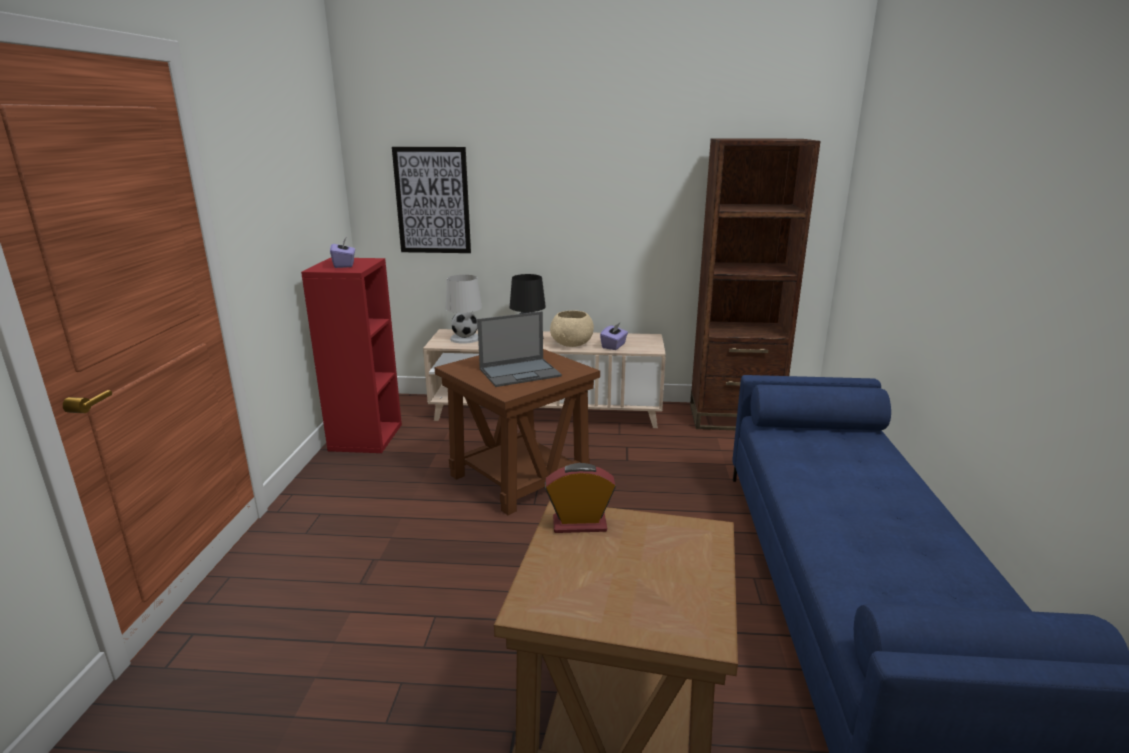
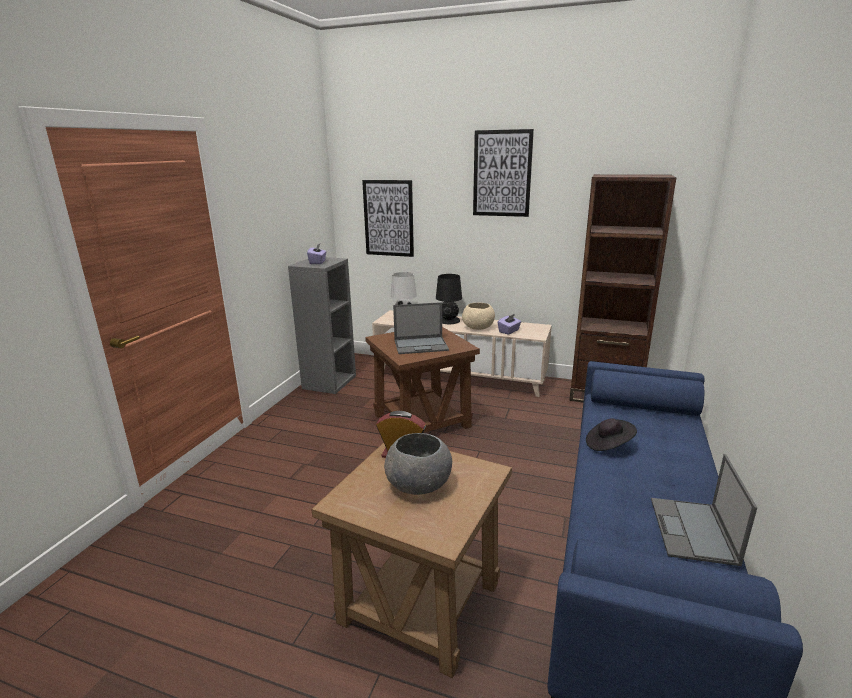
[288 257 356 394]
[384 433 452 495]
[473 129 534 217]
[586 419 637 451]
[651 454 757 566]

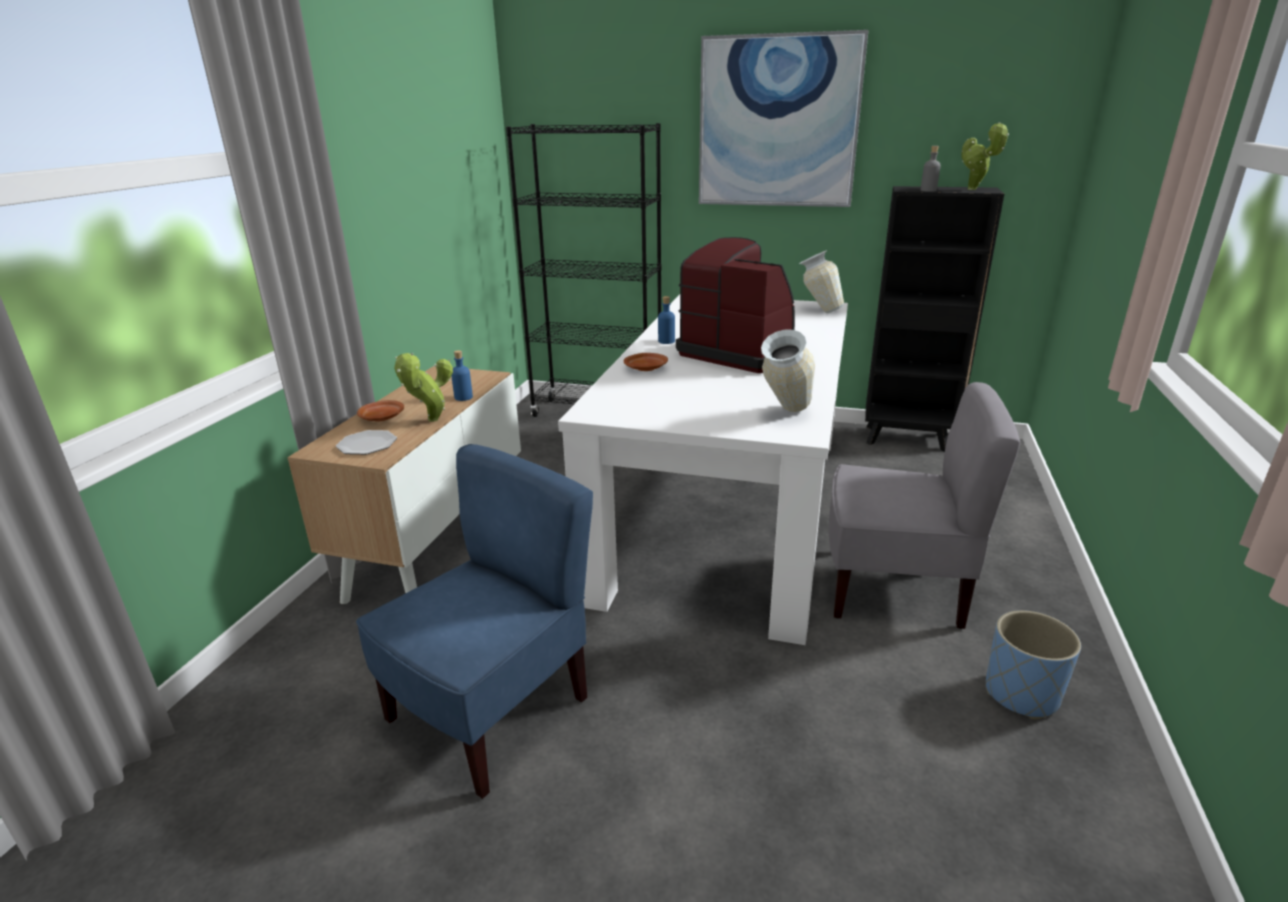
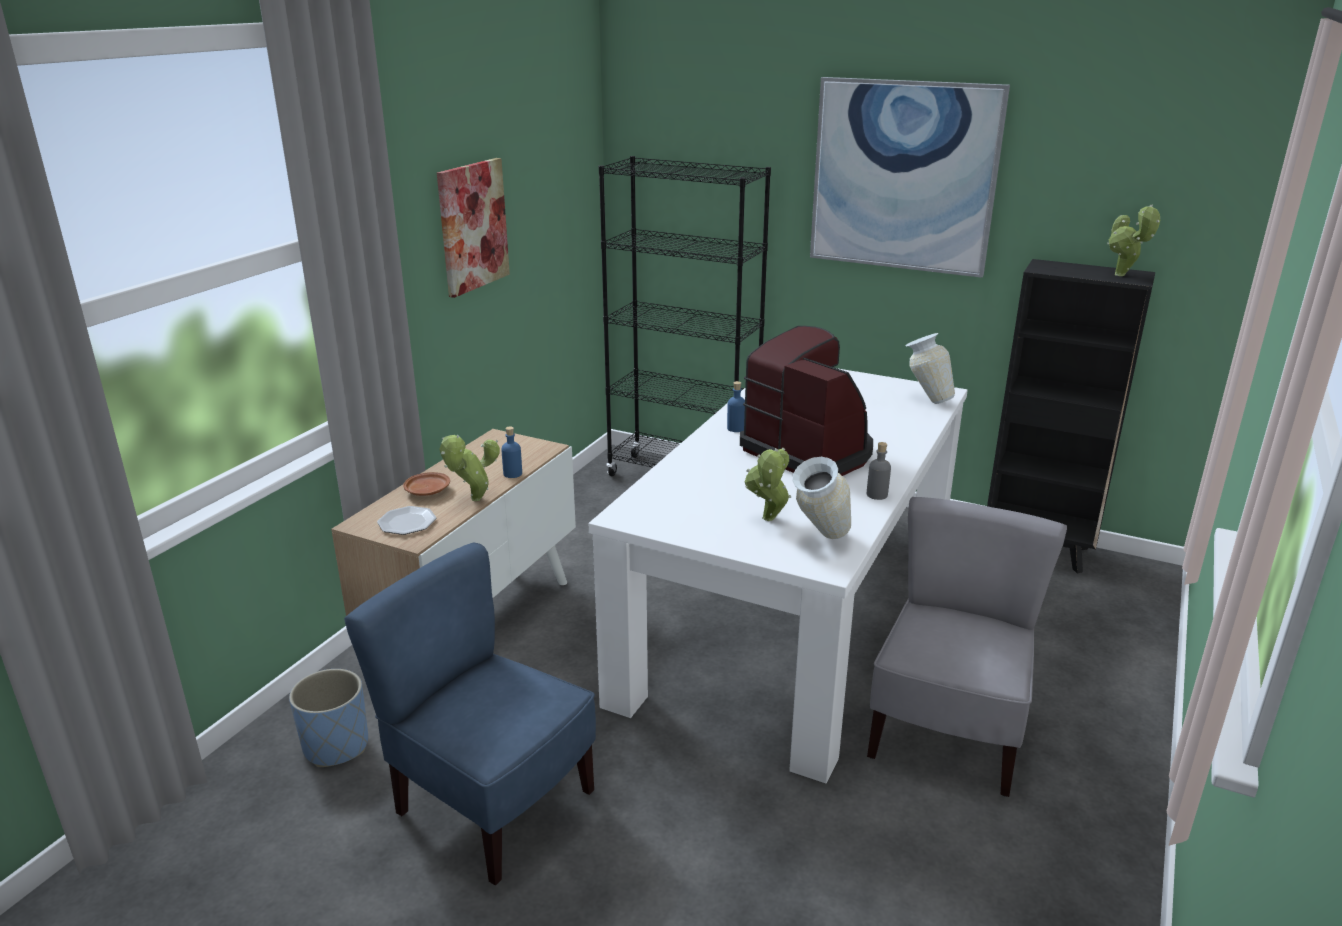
[344 543 596 886]
[624 353 668 371] (first image)
[867 497 1067 797]
[867 442 891 500]
[289 669 368 767]
[437 158 510 298]
[745 448 791 521]

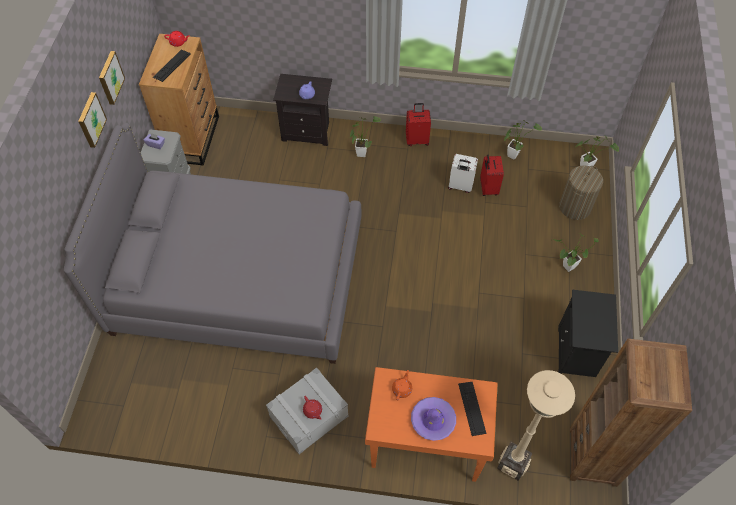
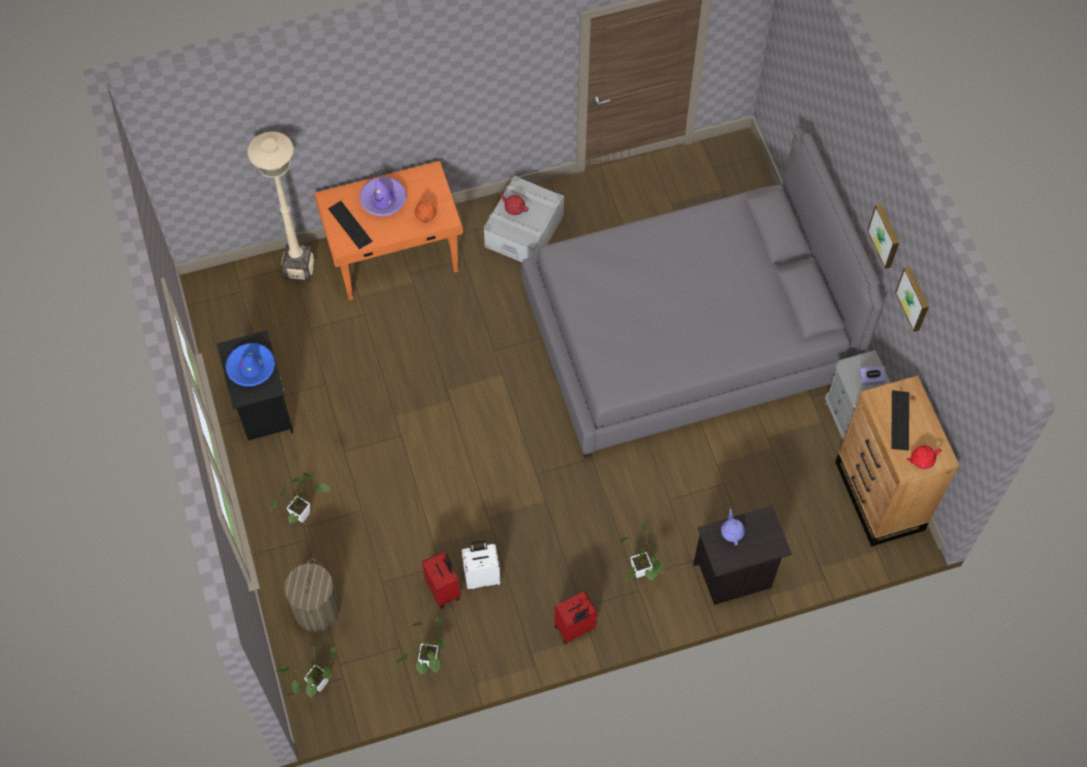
[570 339 692 487] (first image)
[226 343 275 386]

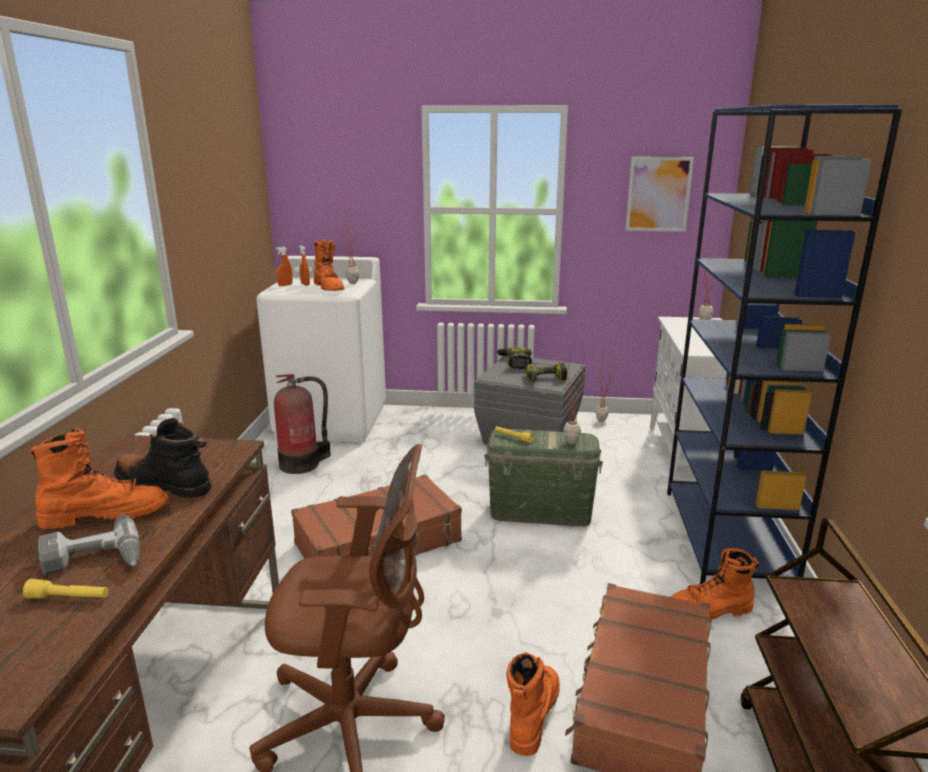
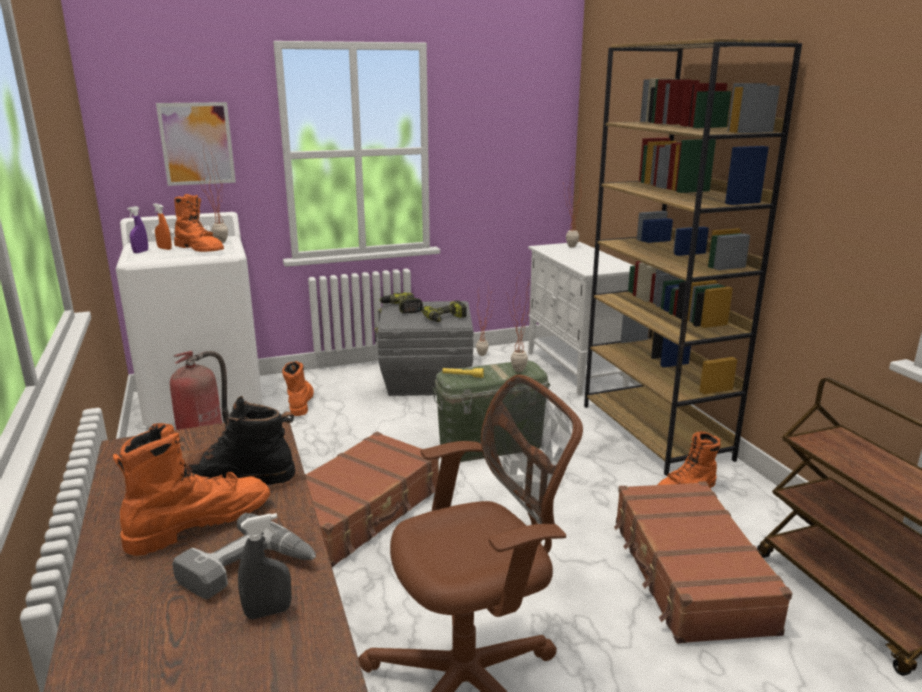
[238 513 291 619]
[127 206 148 253]
[282 361 314 416]
[156 102 236 186]
[584 39 802 476]

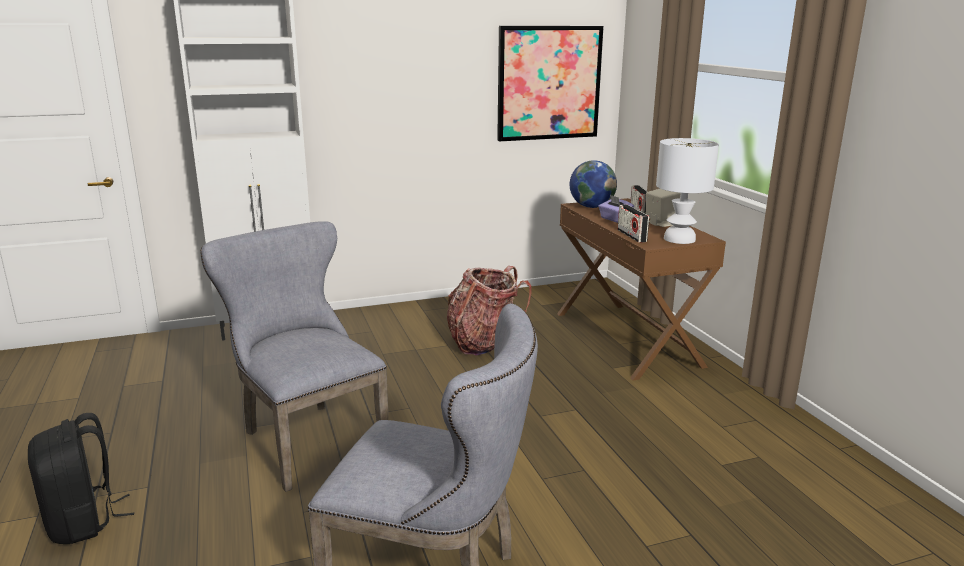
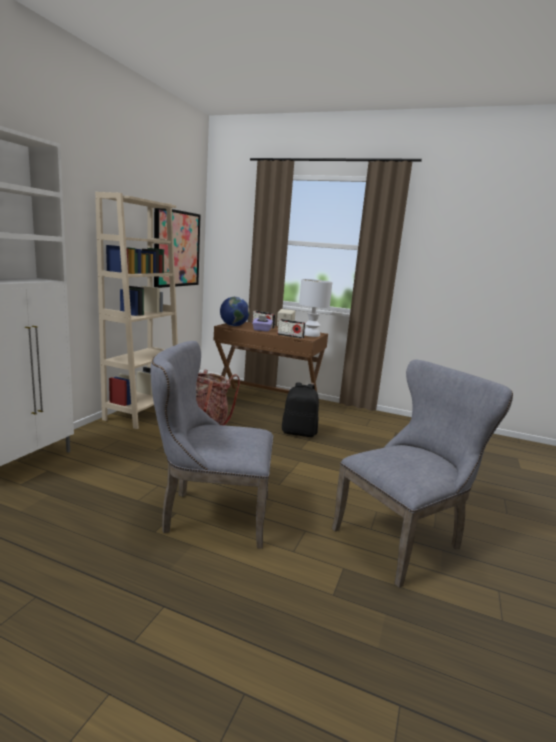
[282 382 319 437]
[95 192 178 429]

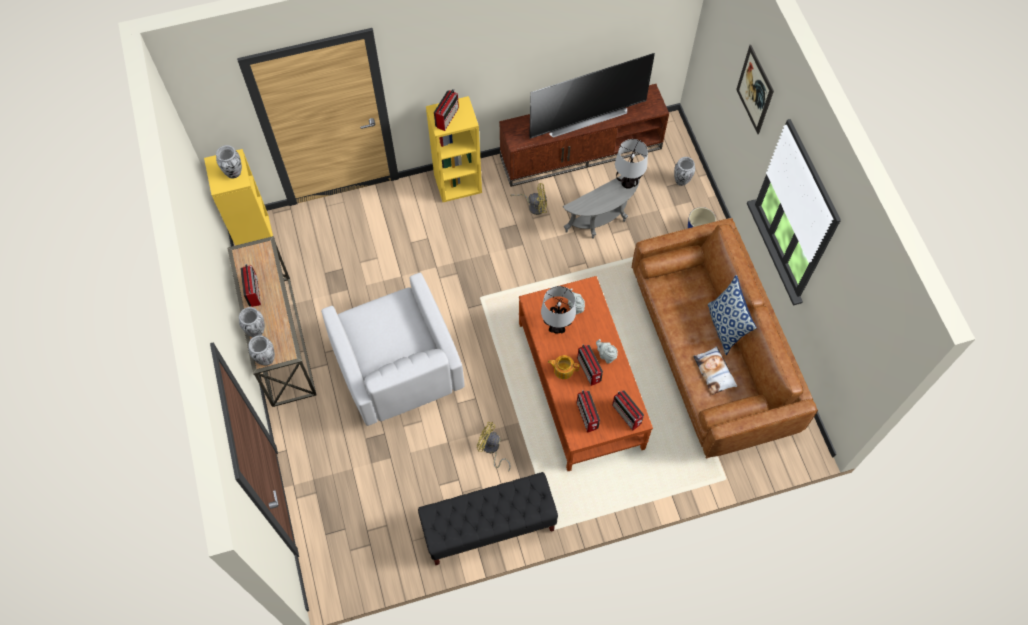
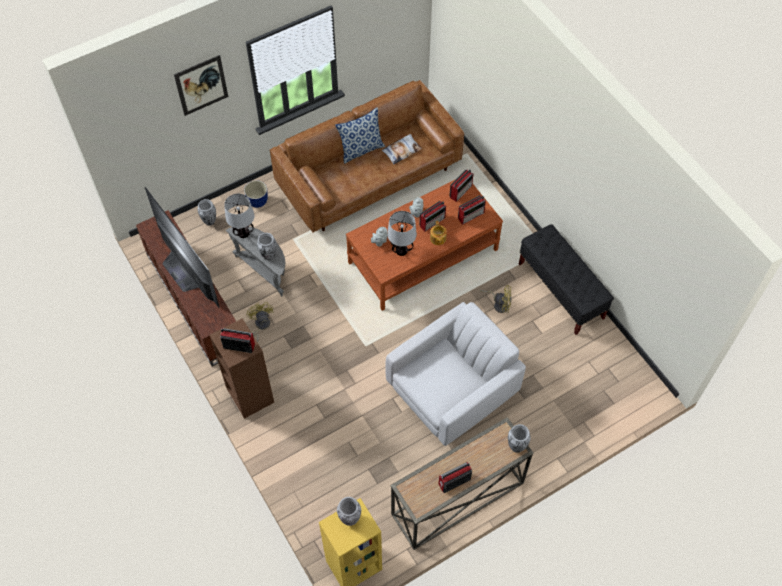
[257 233 277 260]
[210 318 274 419]
[479 285 511 313]

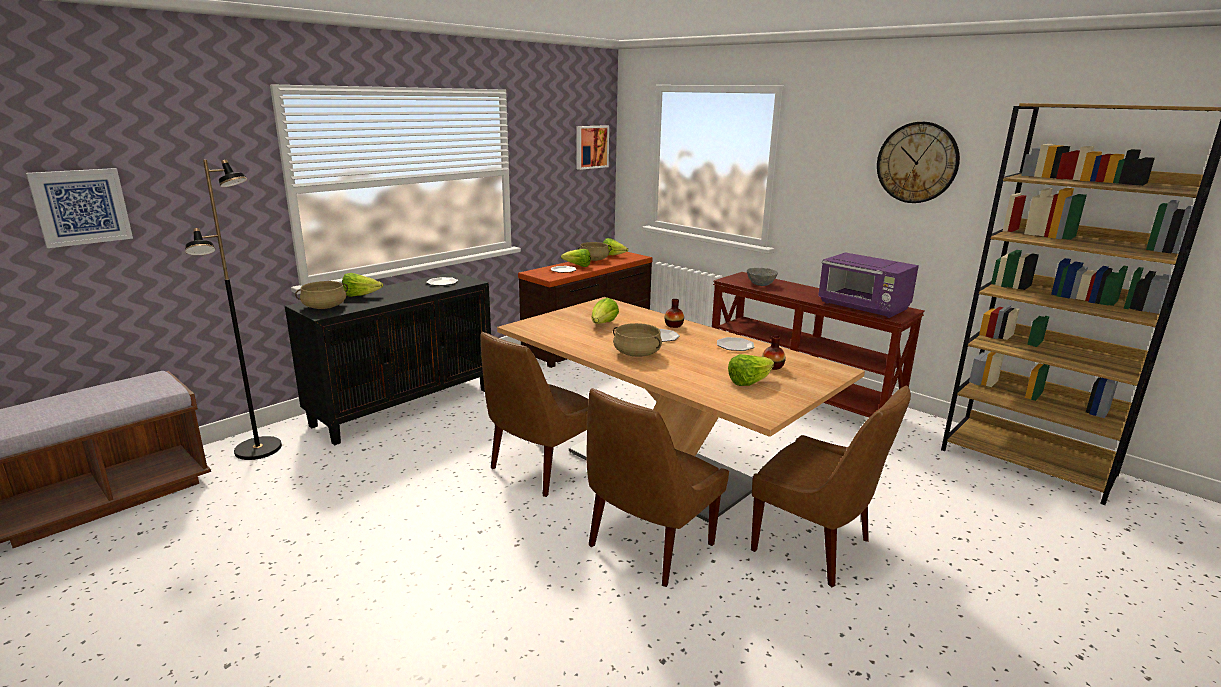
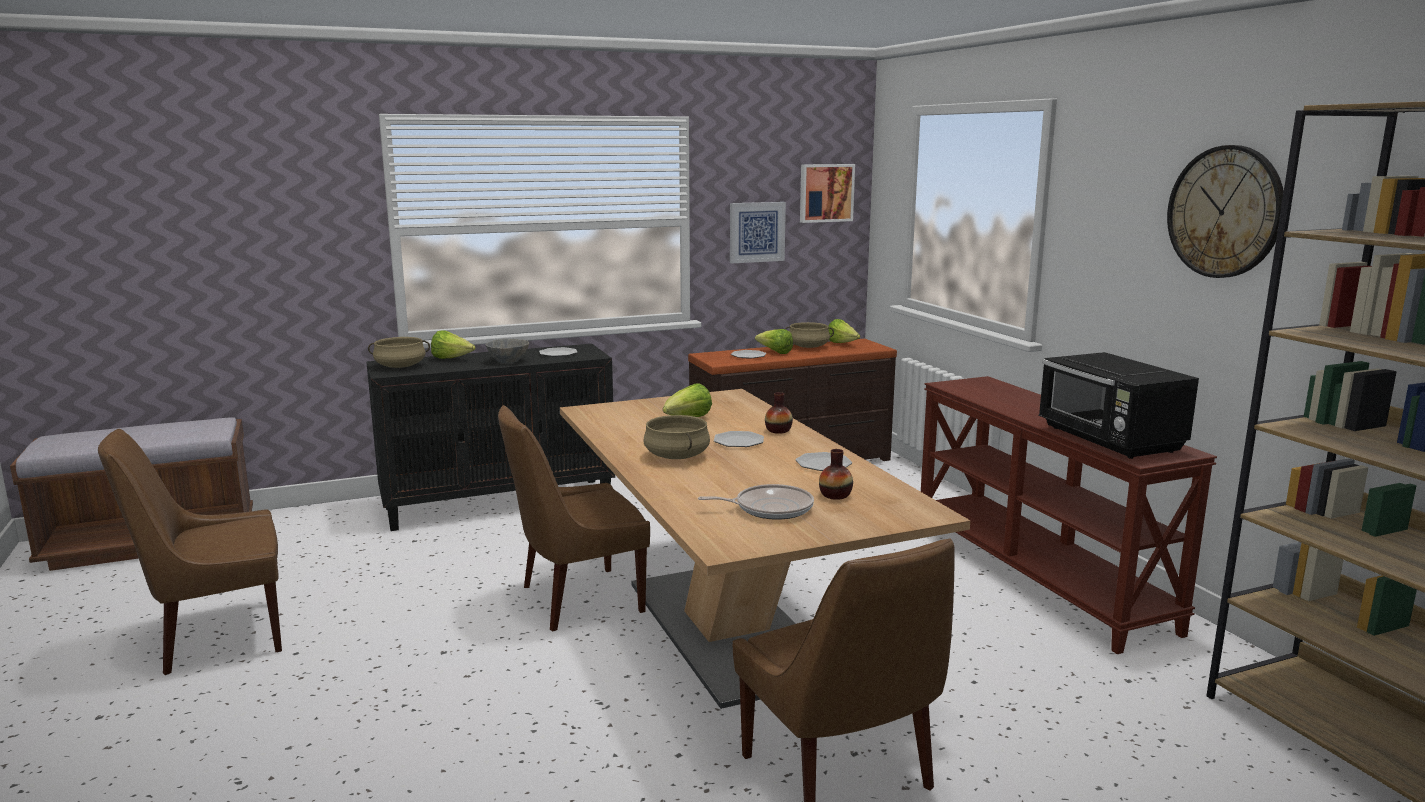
[730 202 786 263]
[185 160 282 460] (first image)
[98 429 282 675]
[698 484 814 519]
[485 339 529 363]
[1038 352 1199 459]

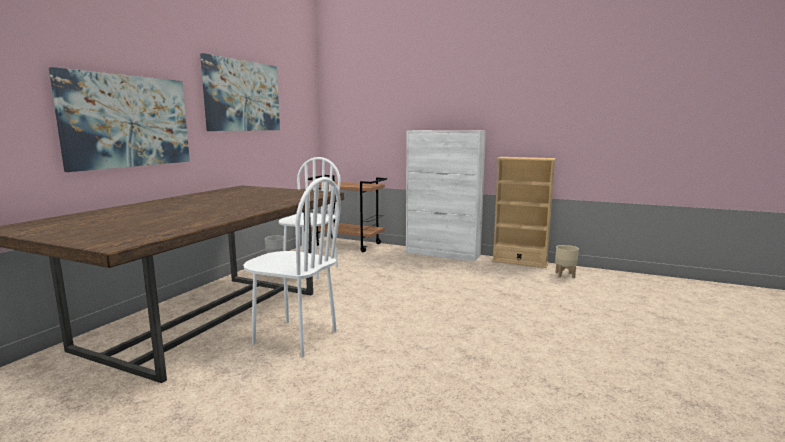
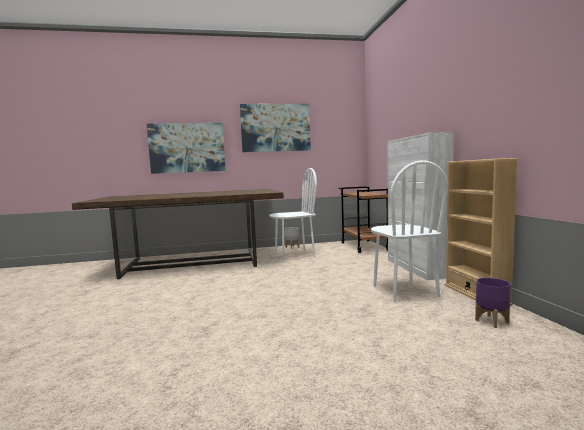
[371 160 448 302]
[475 278 511 328]

